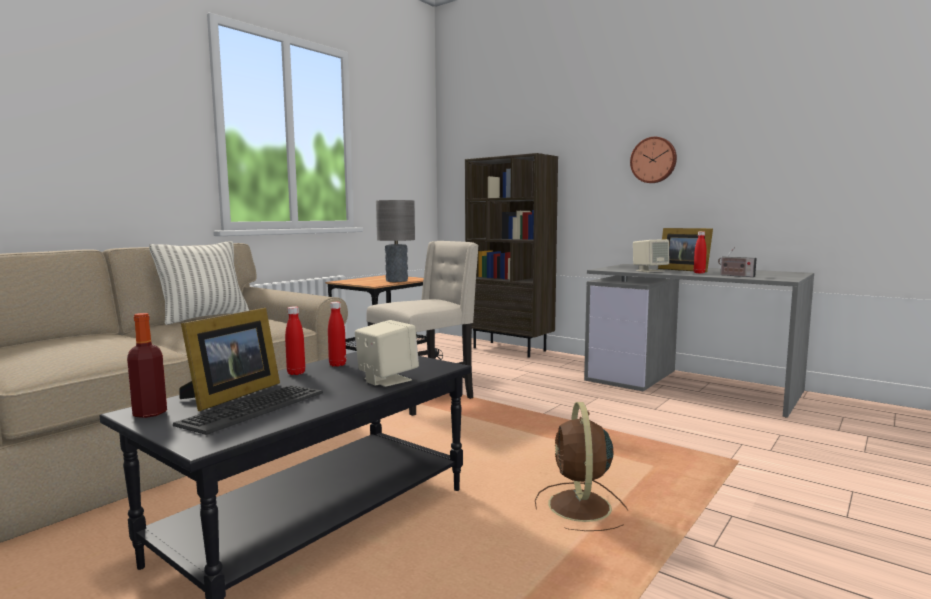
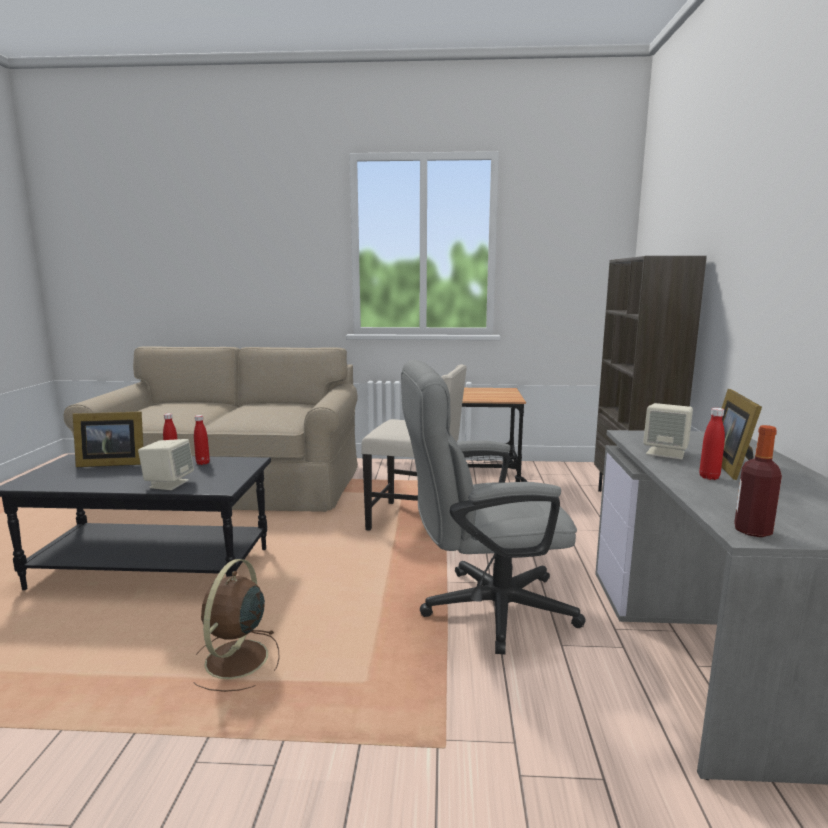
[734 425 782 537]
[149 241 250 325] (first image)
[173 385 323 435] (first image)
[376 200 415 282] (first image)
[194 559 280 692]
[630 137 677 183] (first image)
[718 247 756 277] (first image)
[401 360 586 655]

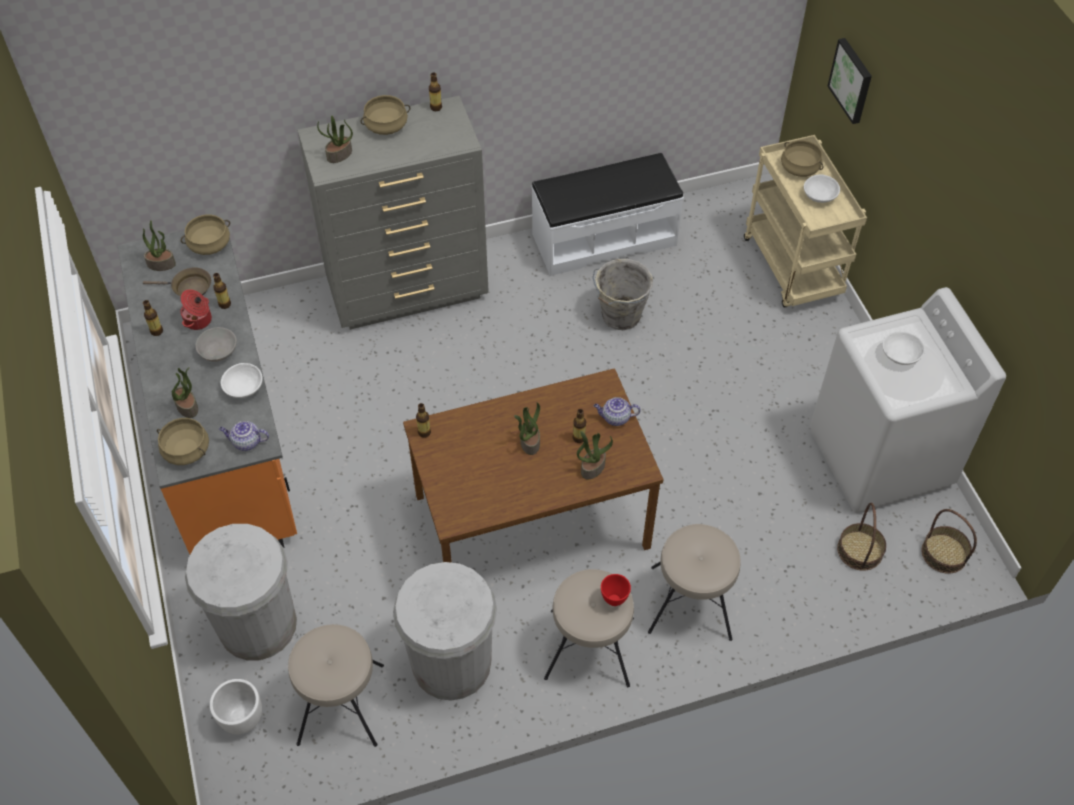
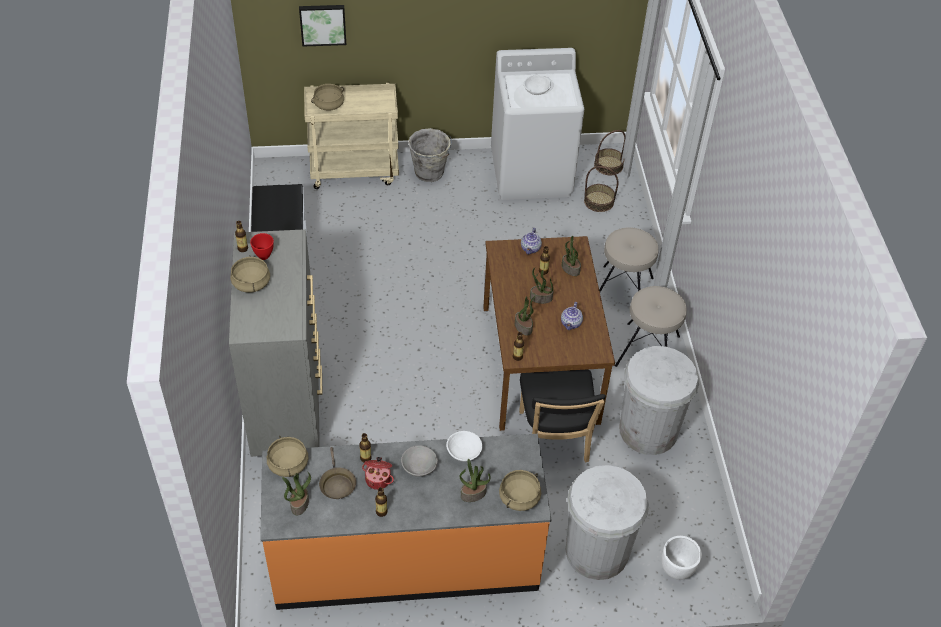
[319 447 356 499]
[561 302 583 330]
[288 624 384 747] (first image)
[515 296 536 336]
[408 128 452 182]
[250 233 274 260]
[804 174 840 203] (first image)
[519 370 606 462]

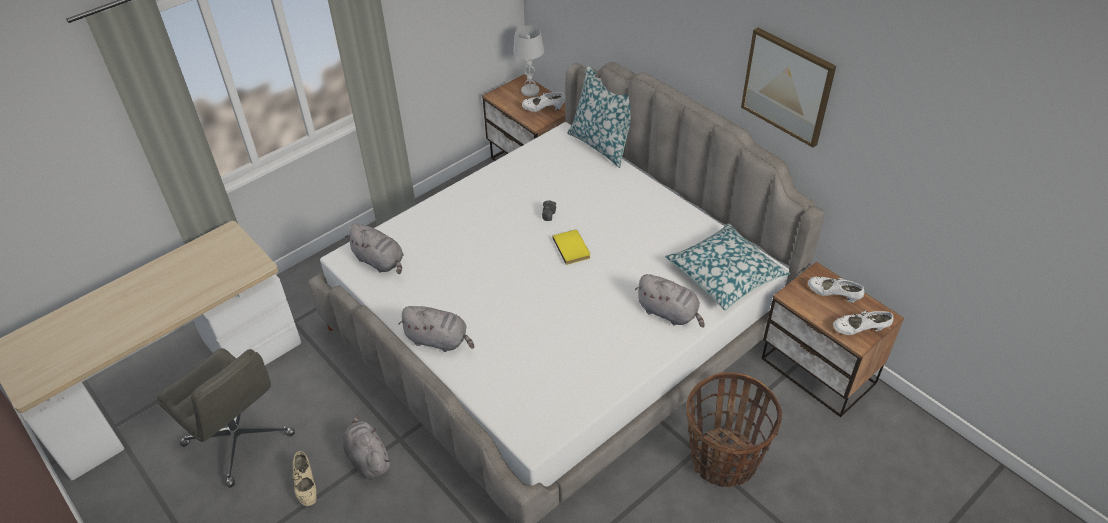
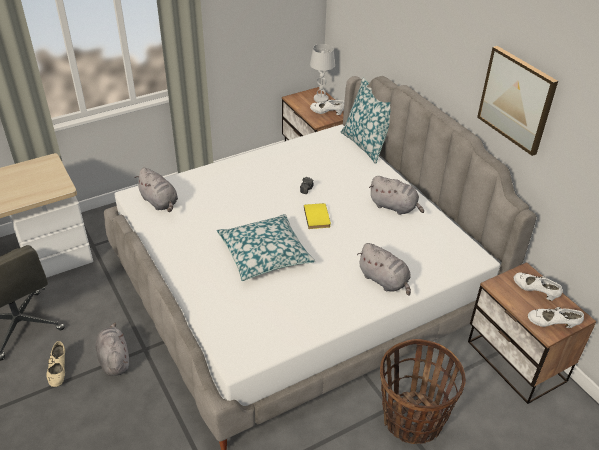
[369 176 424 215]
[217 214 315 281]

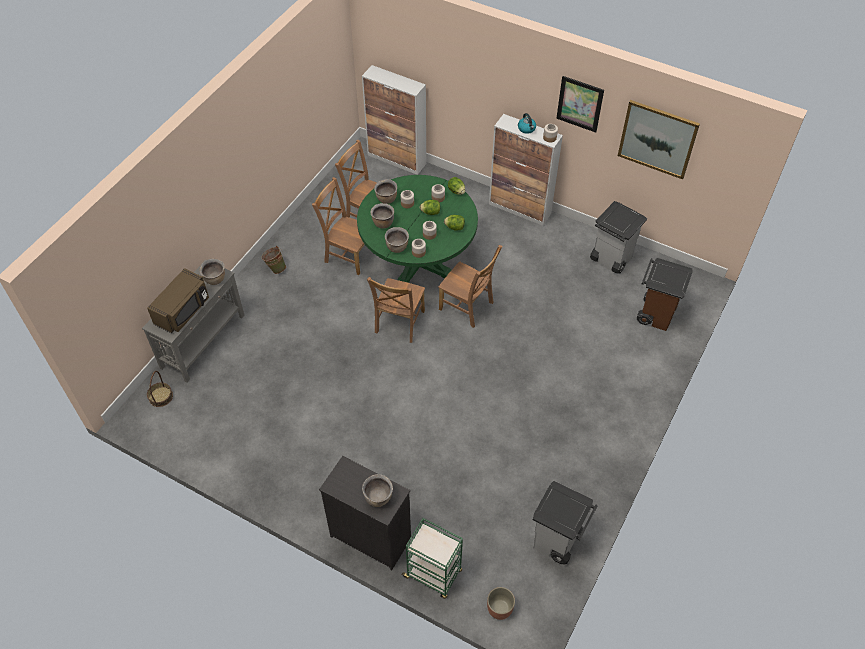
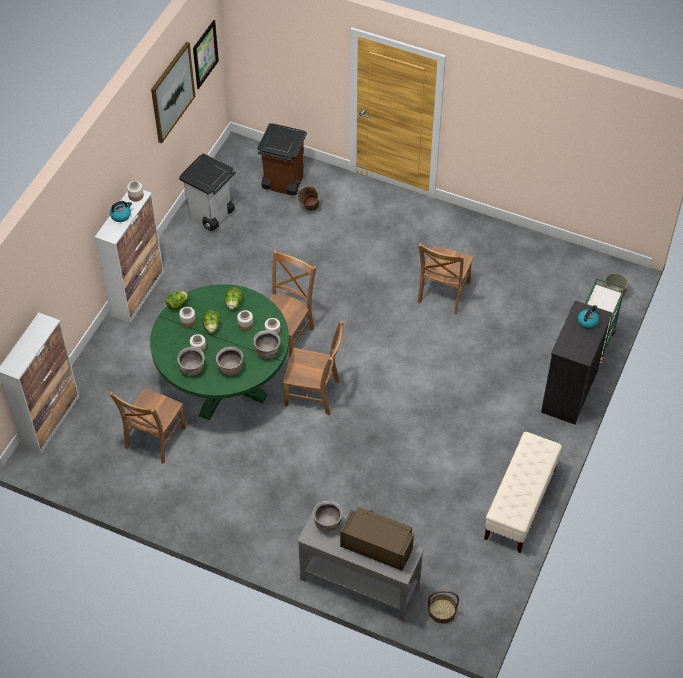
[297 186 320 211]
[417 243 473 314]
[577 305 599 329]
[533 481 598 565] (first image)
[193 20 219 89]
[484 432 562 553]

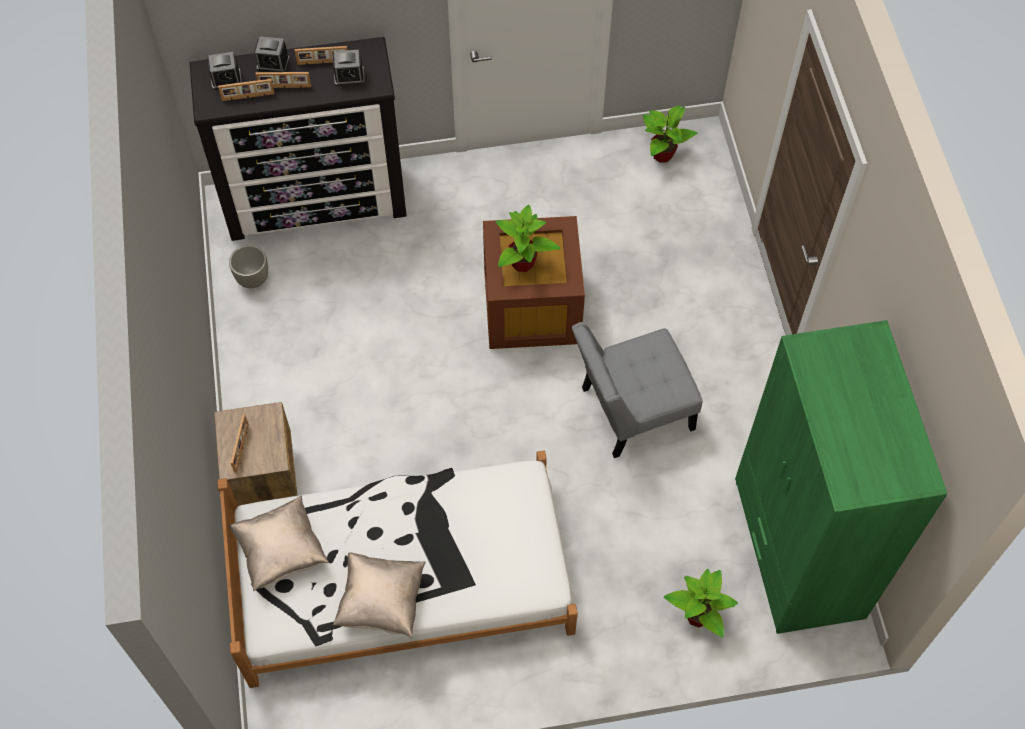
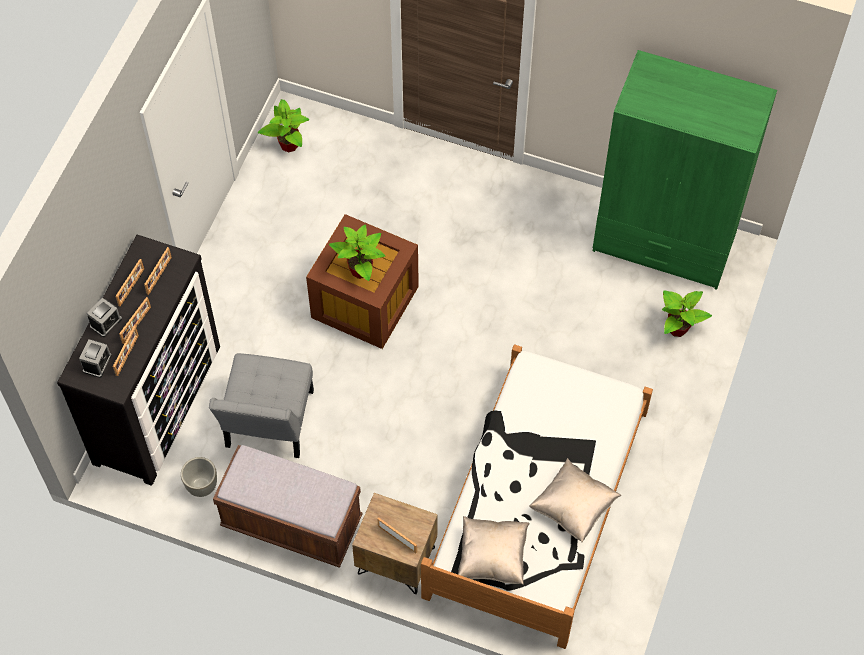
[144 247 172 295]
[209 353 314 458]
[213 445 363 568]

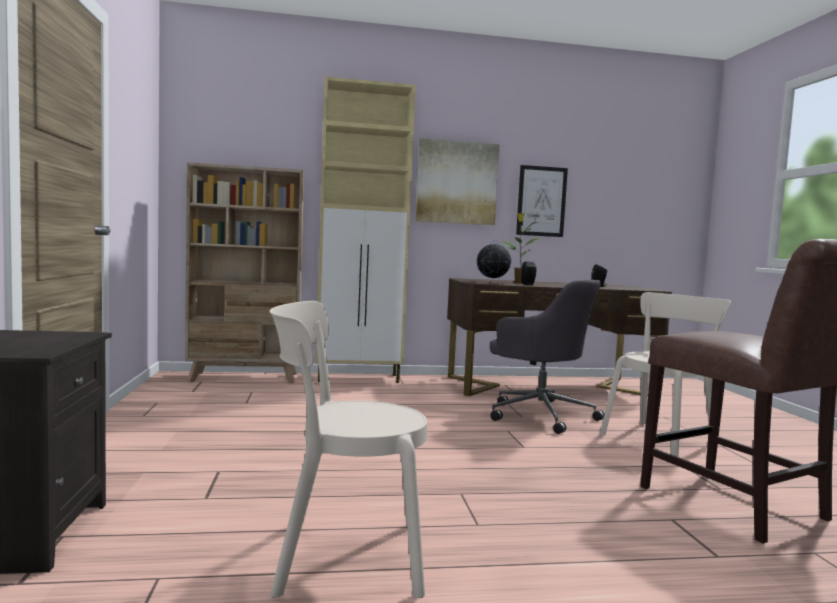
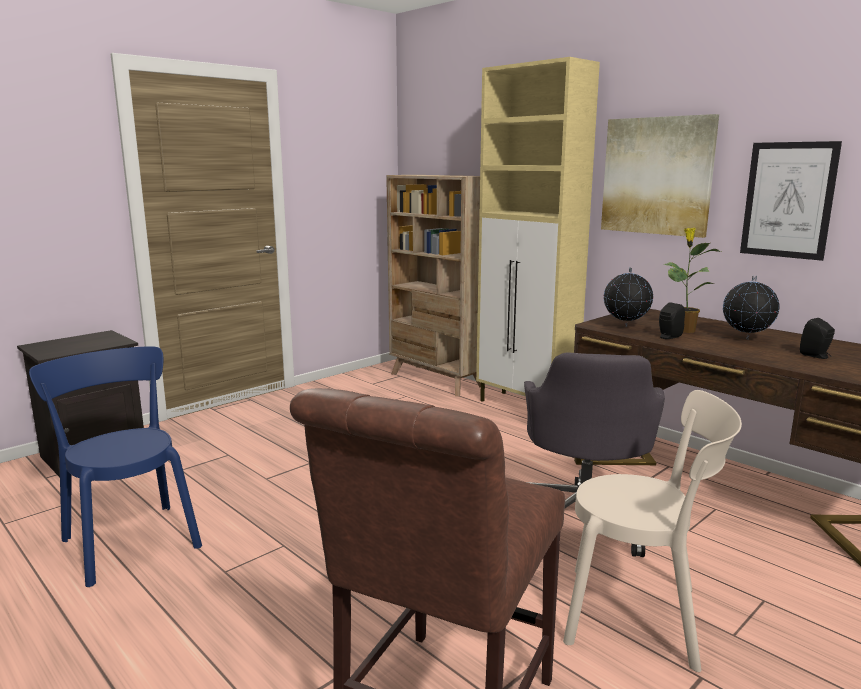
[29 346 202 587]
[723 276 779 339]

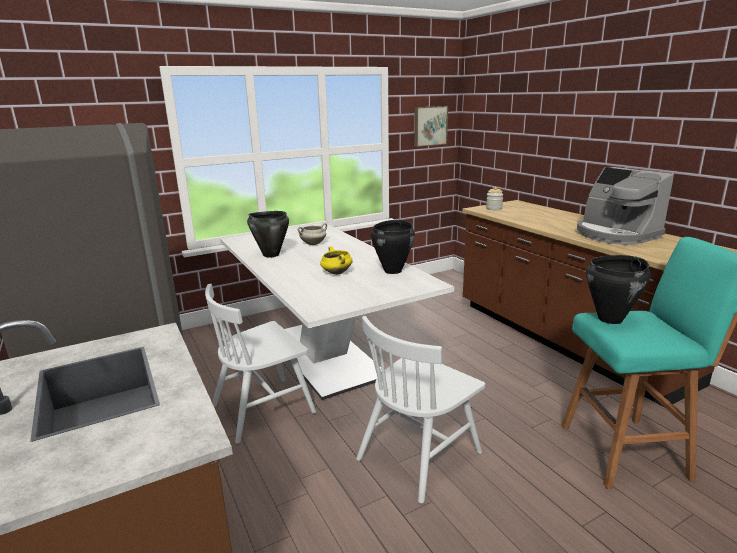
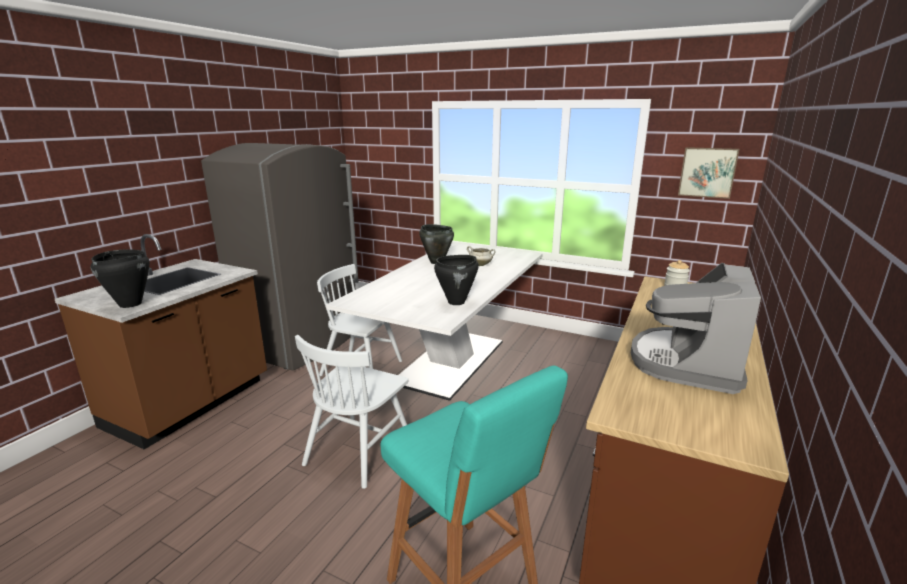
[320 246 353 275] (first image)
[295 335 408 489]
[91 249 150 308]

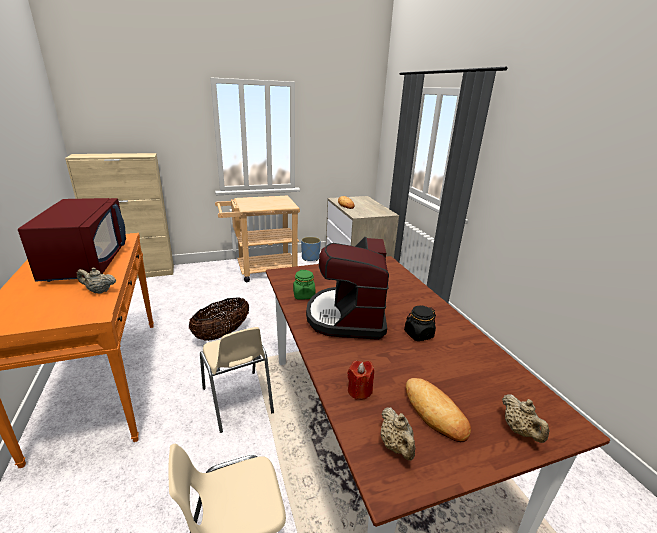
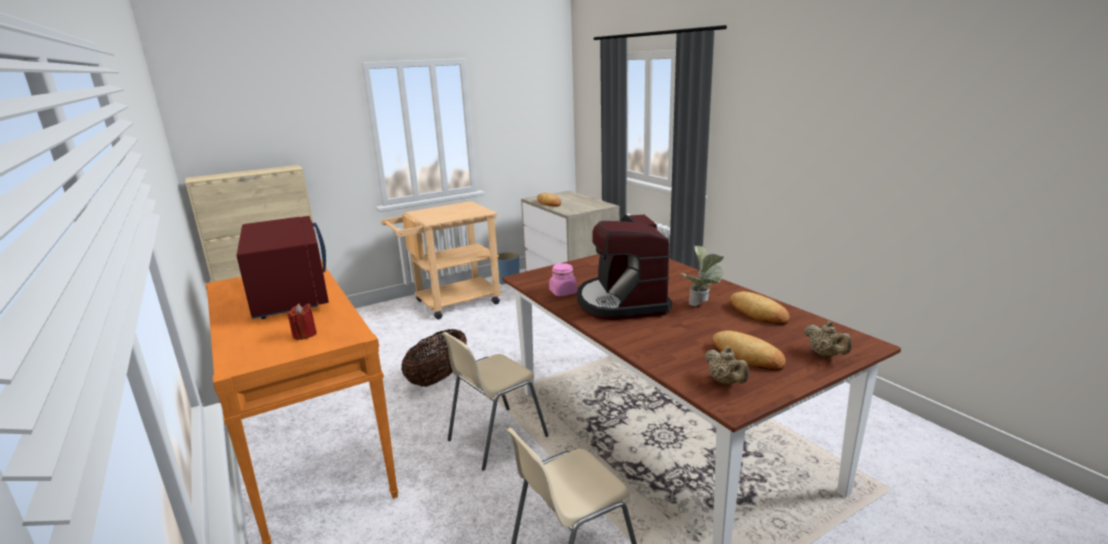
[77 267 116 294] (first image)
[442 332 549 471]
[549 263 577 296]
[287 303 317 340]
[680 245 724 306]
[730 291 790 325]

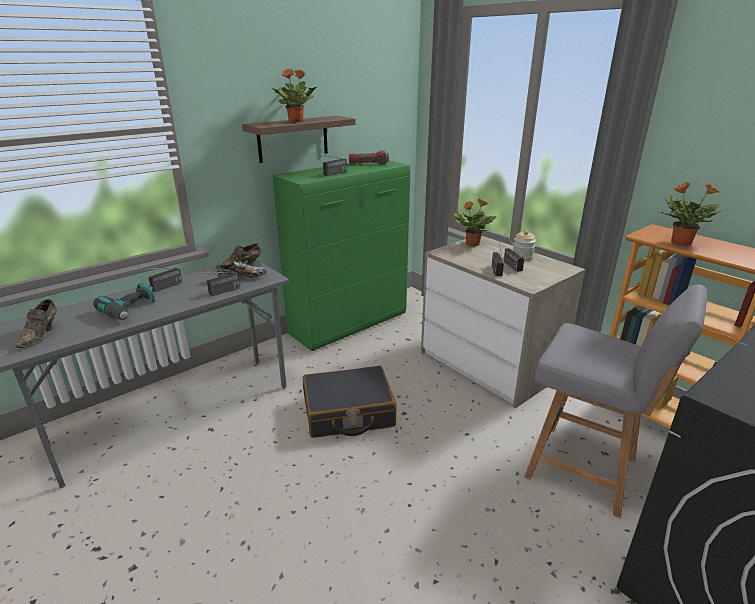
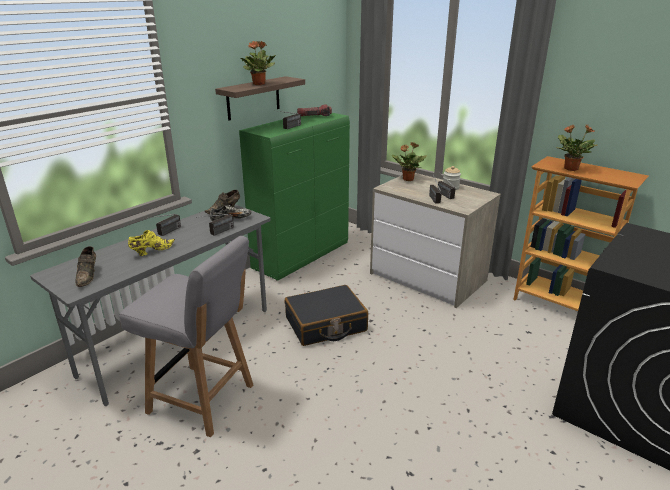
[128 230 175 256]
[120 236 253 437]

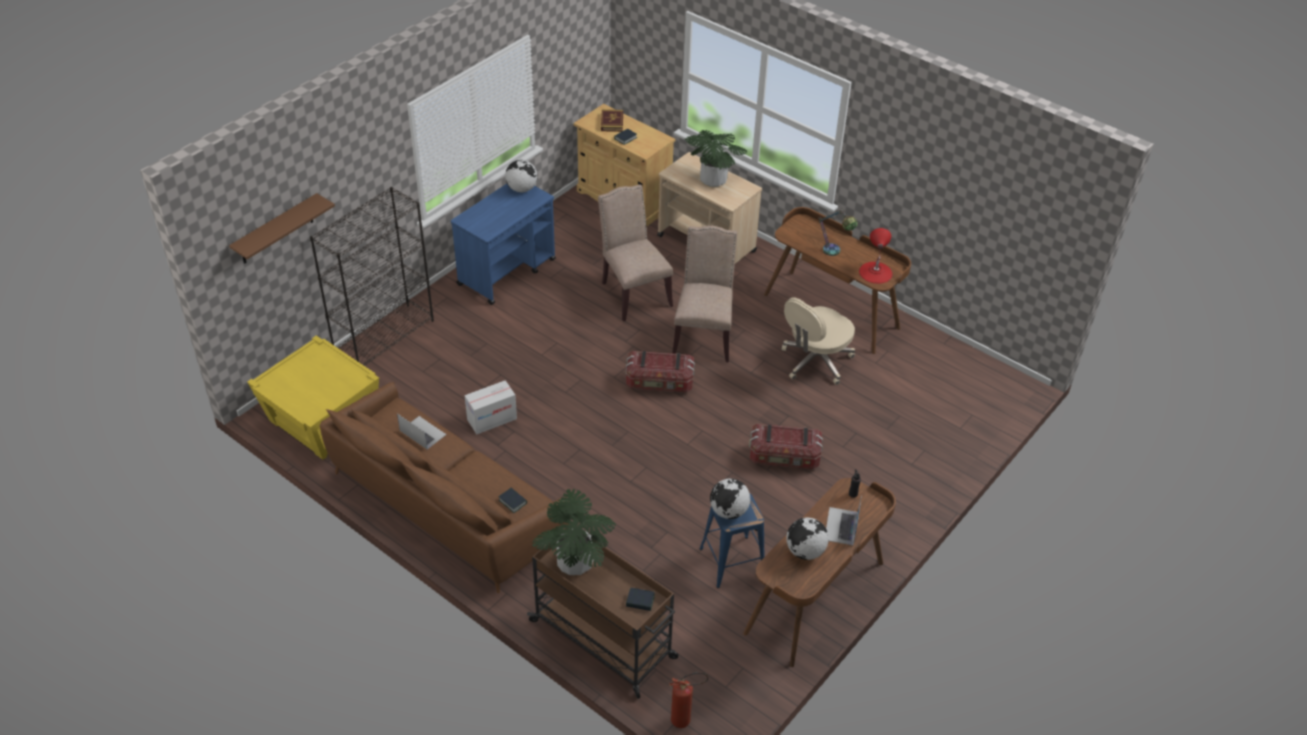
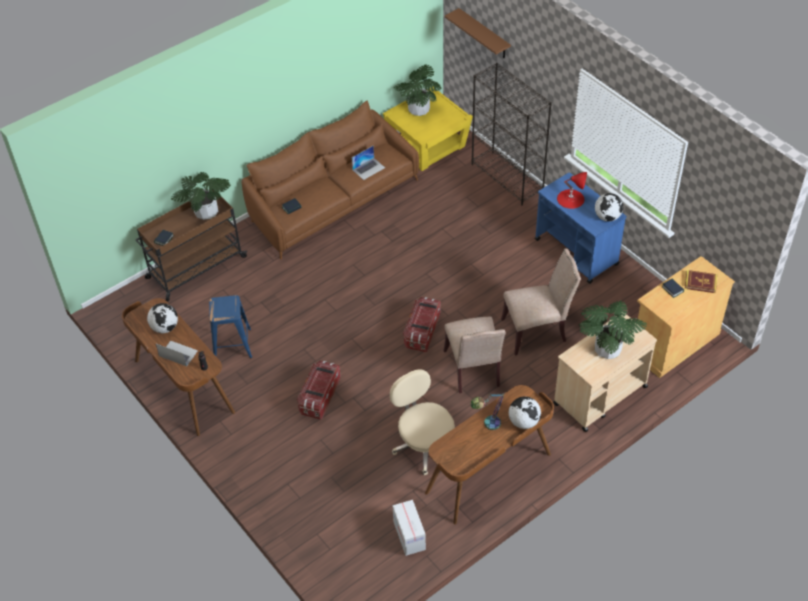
[393 500 426 556]
[669 672 709 728] (first image)
[443 317 506 393]
[509 397 541 429]
[557 172 587 209]
[393 64 442 116]

